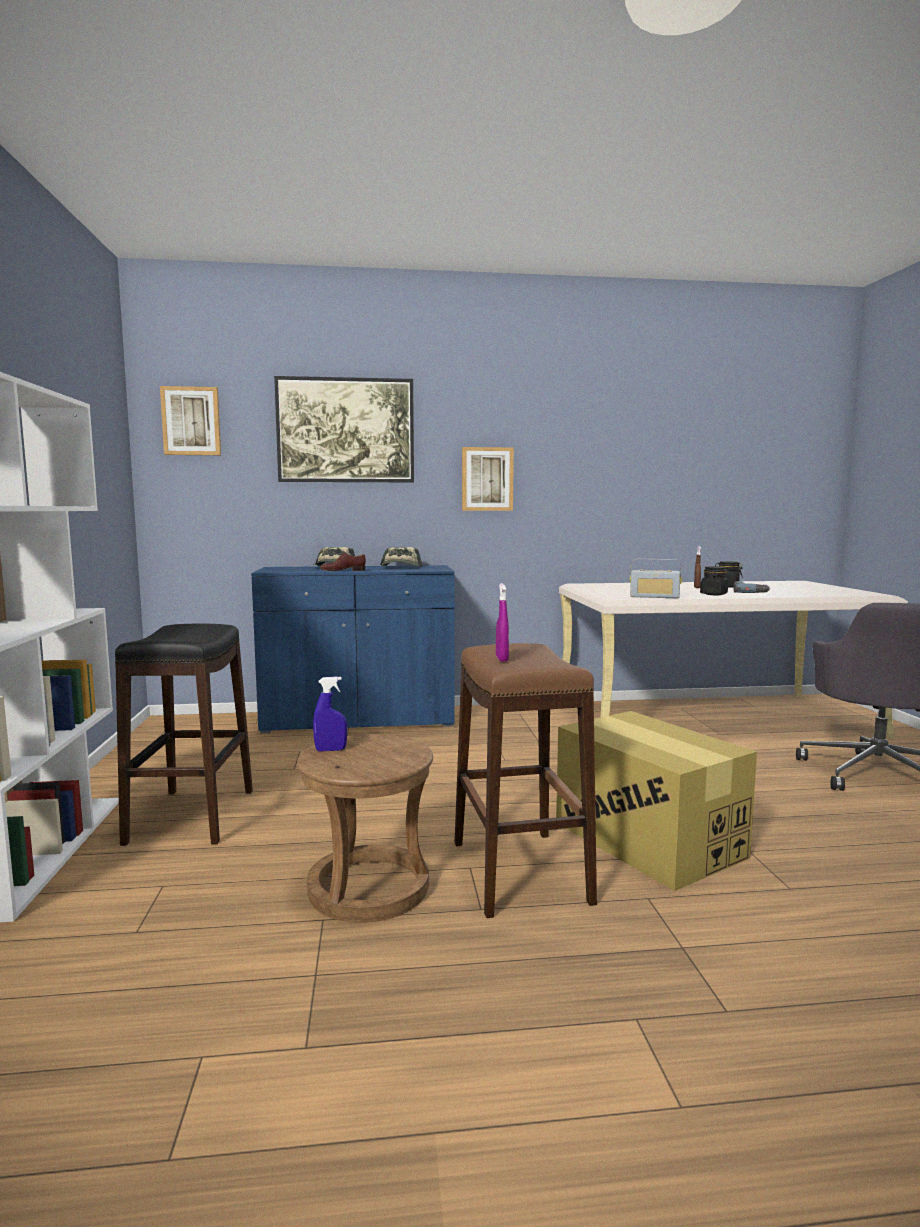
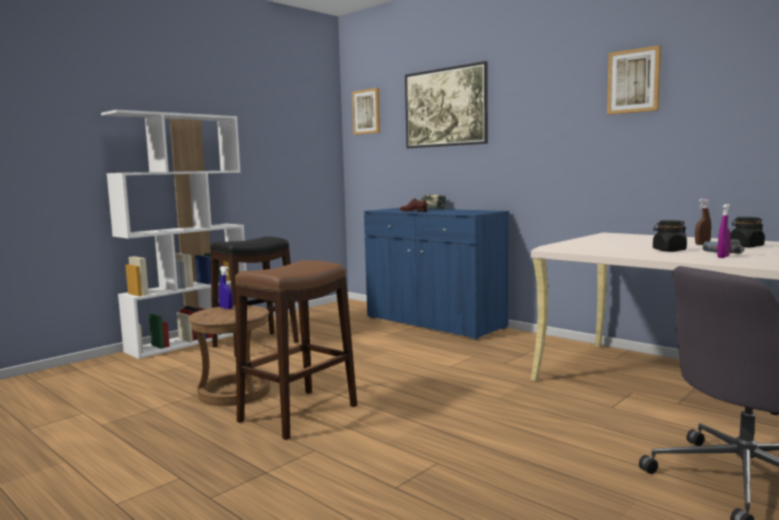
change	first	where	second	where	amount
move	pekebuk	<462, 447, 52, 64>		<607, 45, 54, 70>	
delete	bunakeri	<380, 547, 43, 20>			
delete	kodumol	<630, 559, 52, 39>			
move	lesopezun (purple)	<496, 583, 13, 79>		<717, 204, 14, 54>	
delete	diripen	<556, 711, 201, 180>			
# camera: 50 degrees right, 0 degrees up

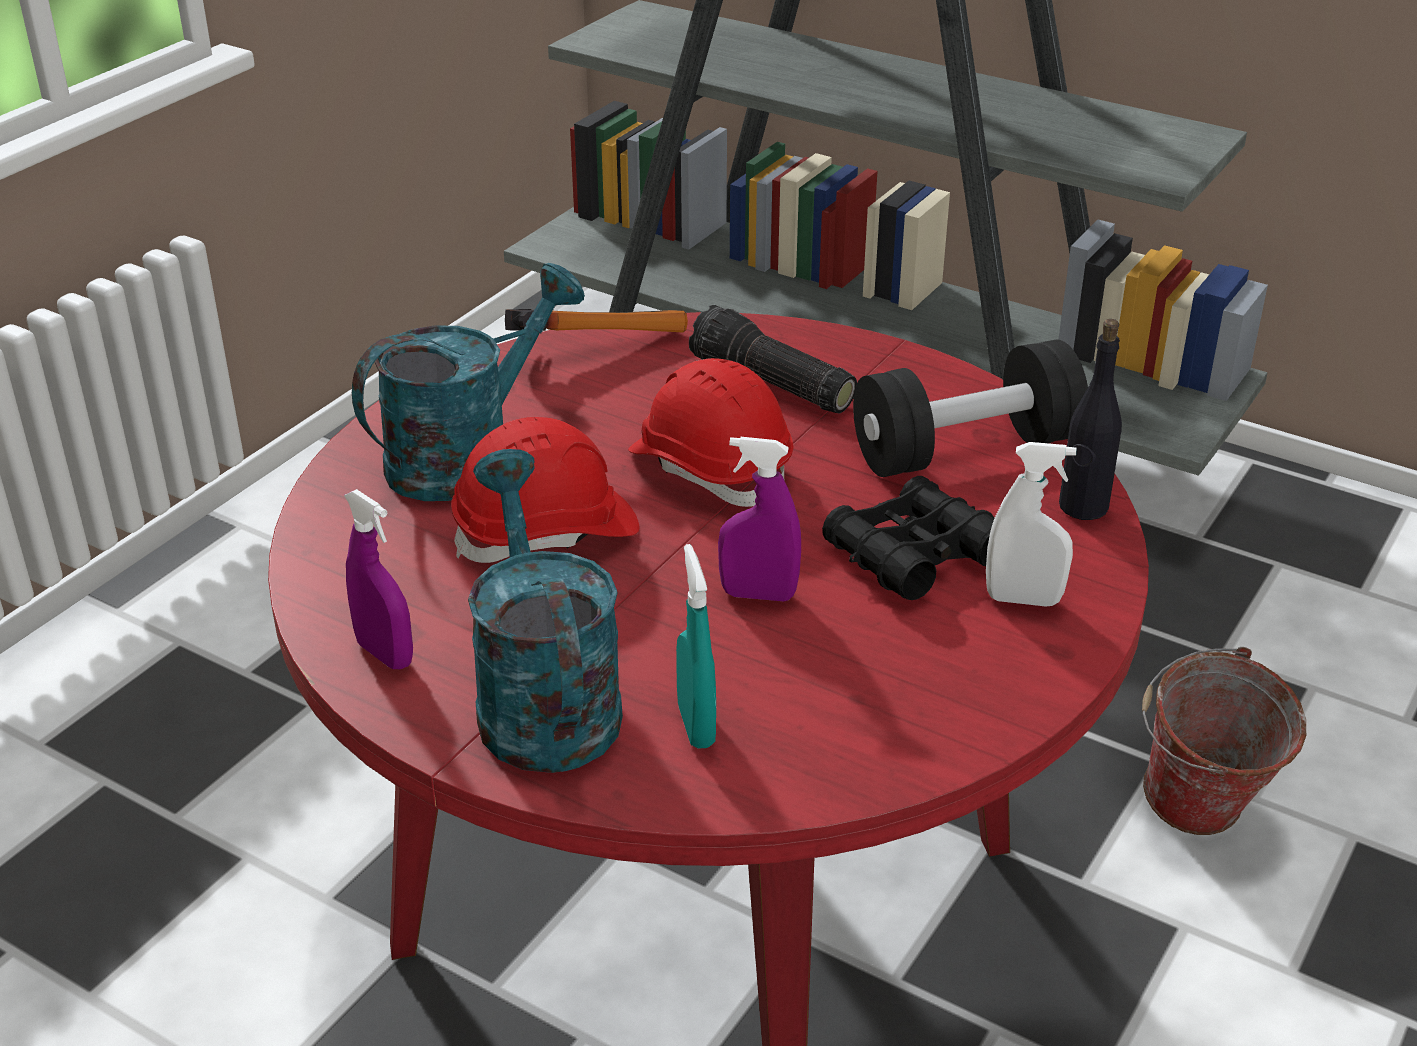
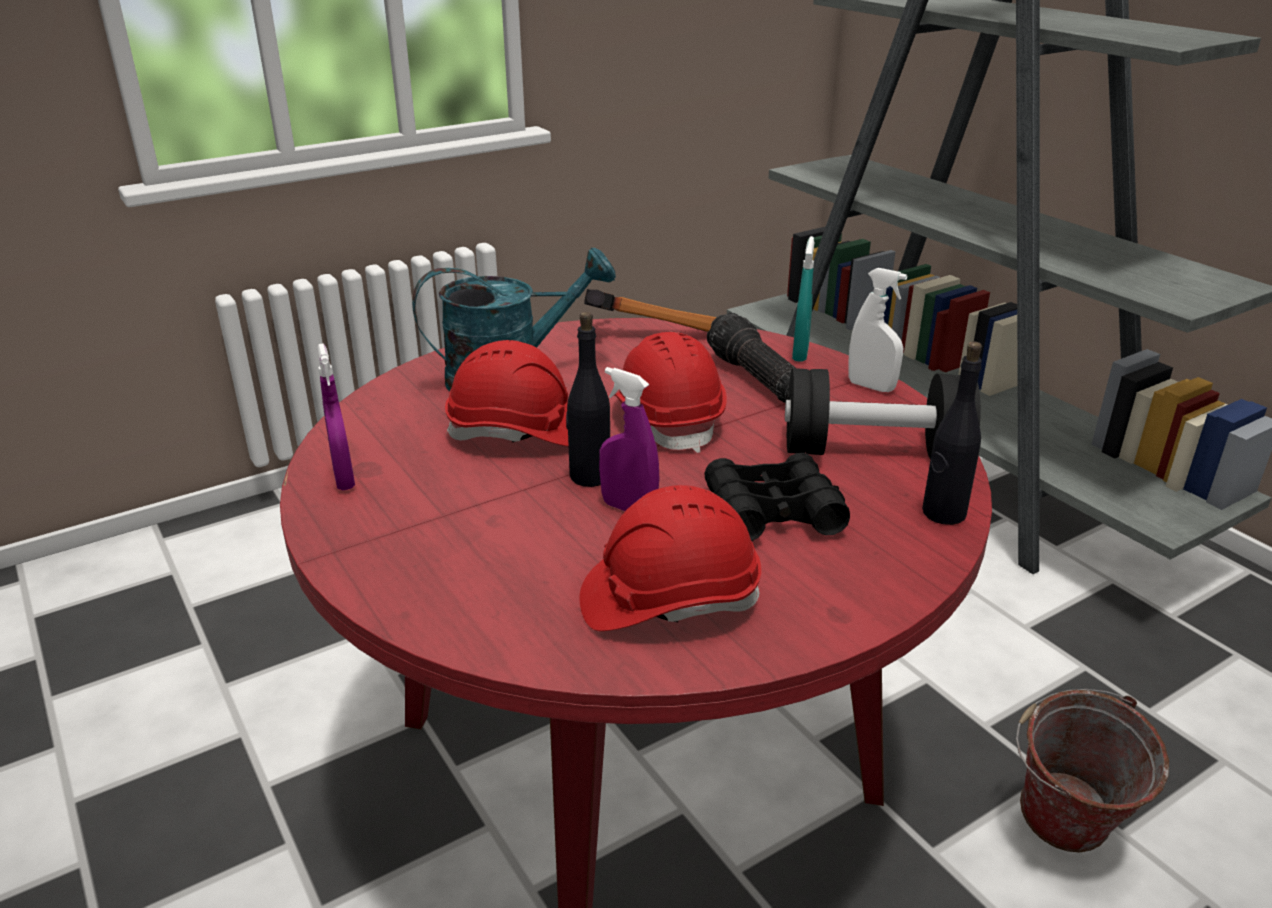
change	first	where	second	where	amount
move	lesopezun (white)	<986, 442, 90, 165>		<848, 268, 59, 124>	
delete	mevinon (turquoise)	<468, 449, 155, 324>			
move	lesopezun (turquoise)	<676, 544, 40, 205>		<792, 236, 23, 126>	
insert			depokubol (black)	<566, 312, 44, 175>	
insert			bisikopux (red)	<579, 485, 182, 146>	
# camera: 25 degrees right, 5 degrees down

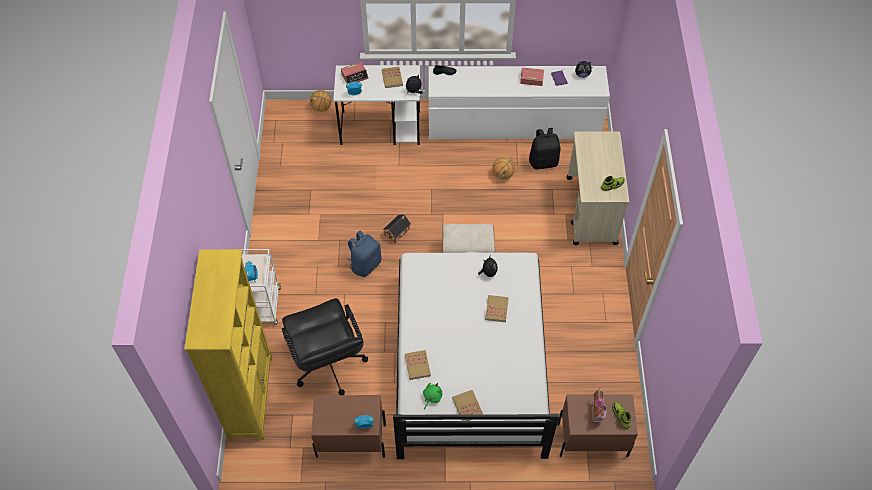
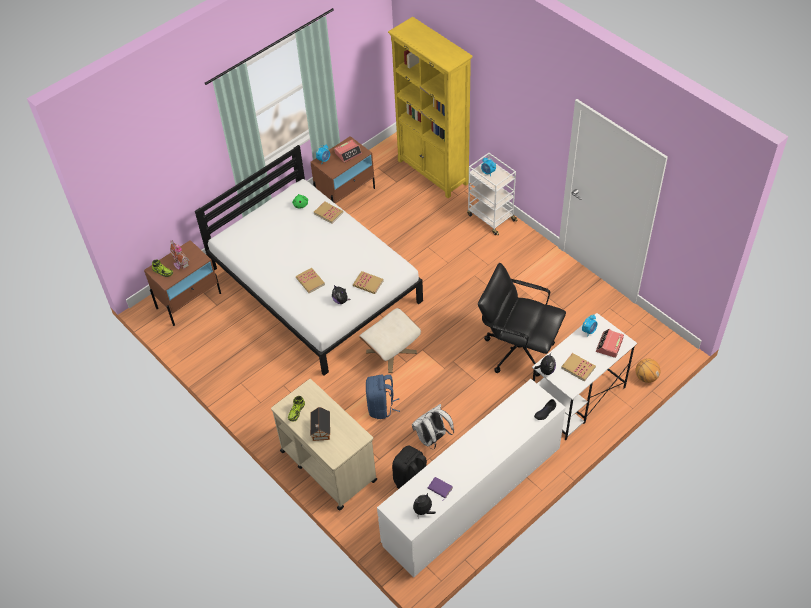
change	first	where	second	where	amount
move	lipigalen	<520, 68, 24, 18>		<334, 140, 28, 23>	
replace	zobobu	<492, 157, 23, 22>	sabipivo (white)	<412, 404, 42, 45>	
move	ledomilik	<383, 214, 28, 29>		<310, 407, 20, 34>	
move	sabipivo (blue)	<347, 231, 35, 46>		<366, 374, 34, 45>	
move	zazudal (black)	<282, 298, 86, 97>		<478, 263, 88, 114>	
move	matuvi	<452, 390, 31, 31>		<353, 271, 31, 23>	
# camera: 140 degrees right, 5 degrees down

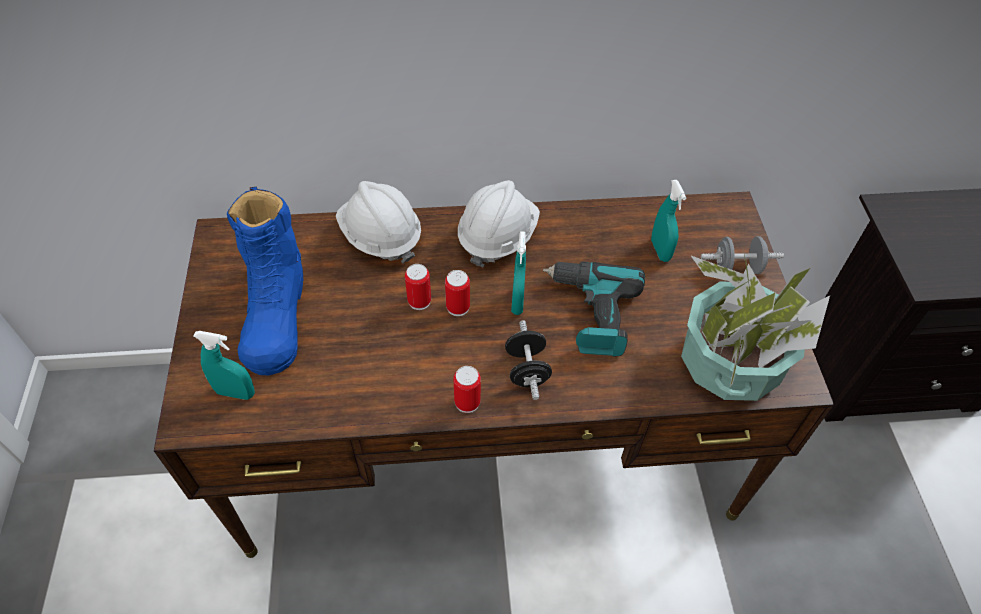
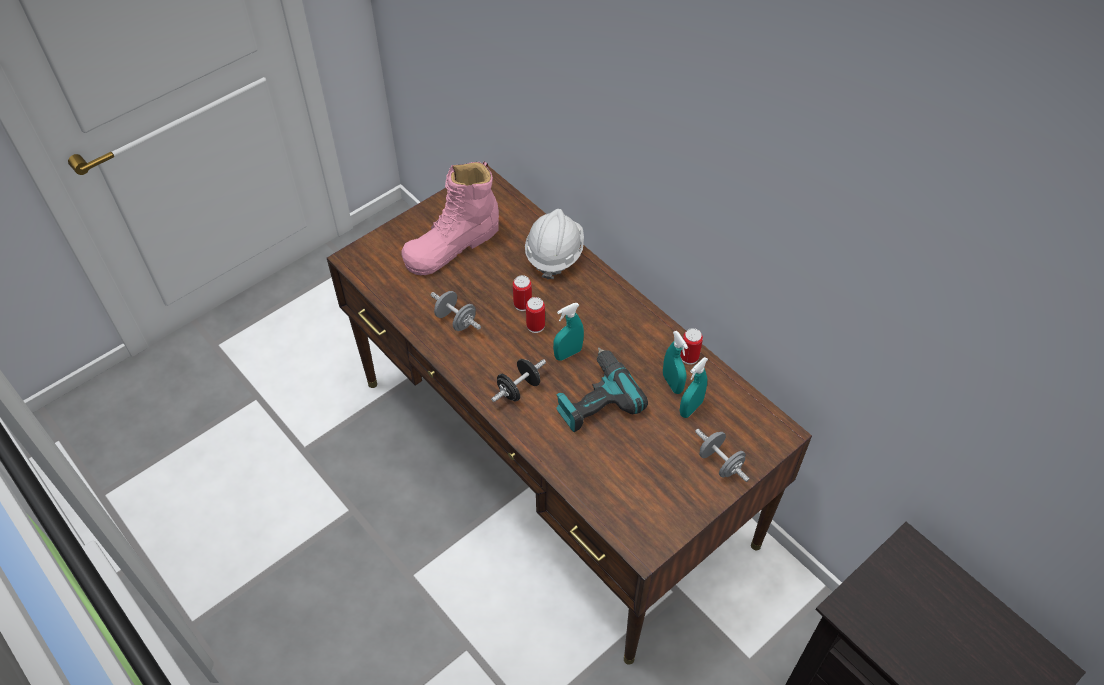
change	first	where	second	where	amount
delete	bisikopux (white)	<458, 180, 82, 87>			
recolor	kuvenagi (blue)	<227, 187, 76, 188>	kuvenagi (pink)	<401, 161, 98, 115>	
delete	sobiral	<681, 254, 149, 147>			
move	lesopezun (turquoise)	<193, 331, 62, 69>		<663, 331, 25, 63>	
move	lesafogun	<453, 366, 28, 47>		<680, 328, 23, 37>	
insert			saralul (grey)	<430, 291, 51, 40>	
# camera: 55 degrees right, 0 degrees up

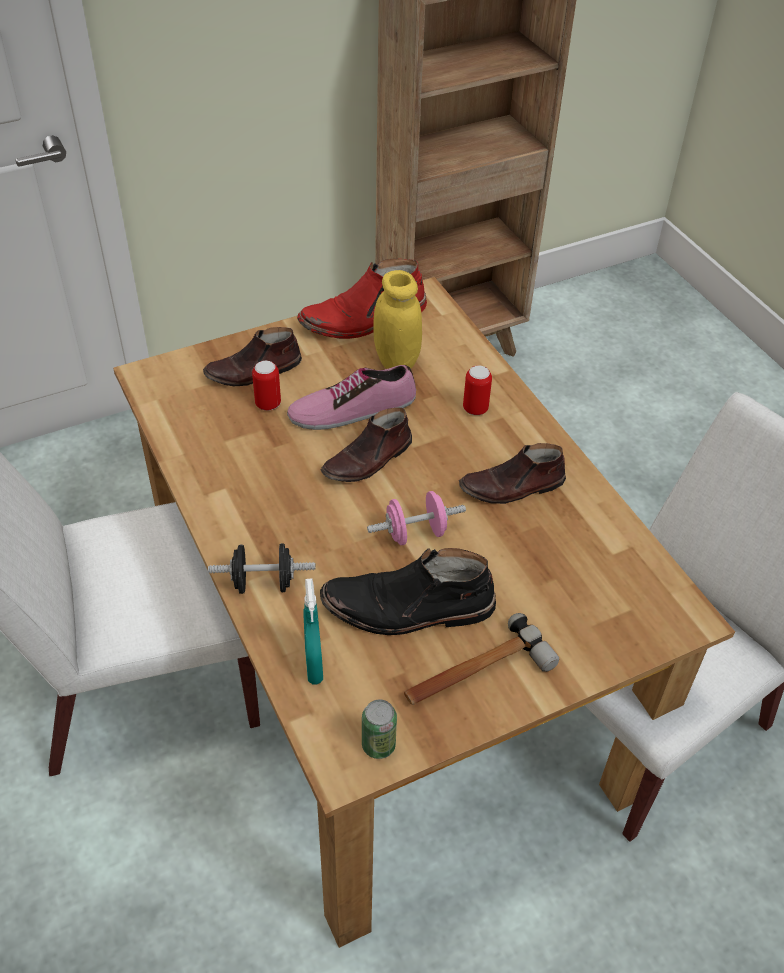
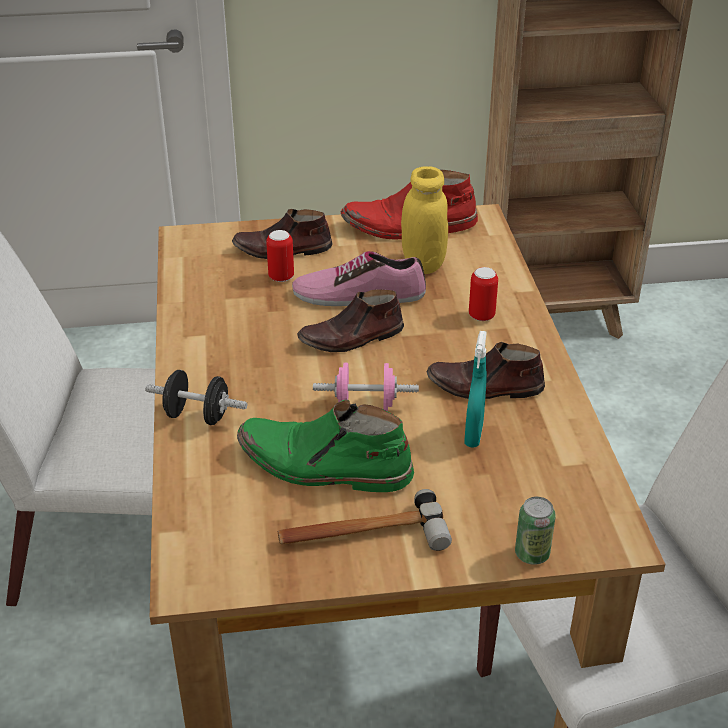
change	first	where	second	where	amount
recolor	kuvenagi (black)	<320, 548, 176, 87>	kuvenagi (green)	<237, 399, 177, 93>	
move	lesopezun (turquoise)	<304, 578, 19, 106>		<464, 331, 23, 117>	
move	lesafogun	<362, 699, 35, 60>		<515, 497, 41, 68>	
# camera: 20 degrees right, 10 degrees down

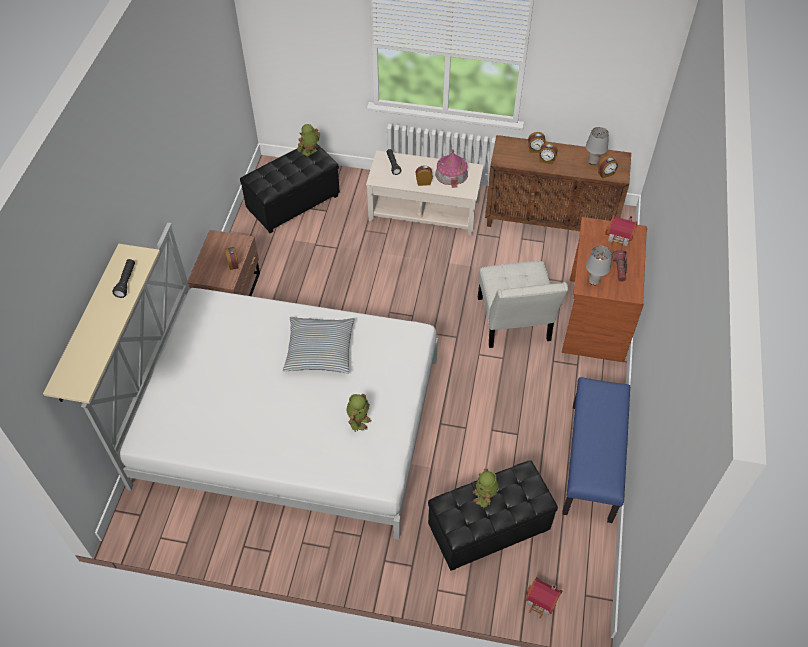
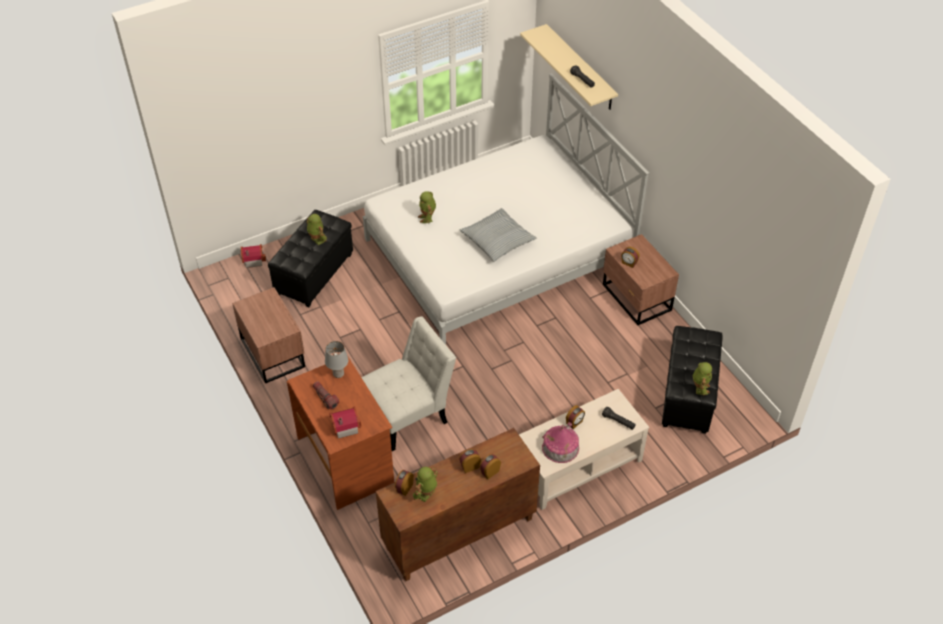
change	first	where	second	where	amount
replace	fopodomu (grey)	<586, 127, 23, 38>	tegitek	<413, 467, 25, 35>	
rotate	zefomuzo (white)	<478, 261, 90, 87>		<361, 316, 95, 135>	105 degrees clockwise
replace	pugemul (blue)	<562, 377, 68, 146>	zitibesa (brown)	<232, 287, 73, 97>	
# camera: 140 degrees right, 5 degrees down

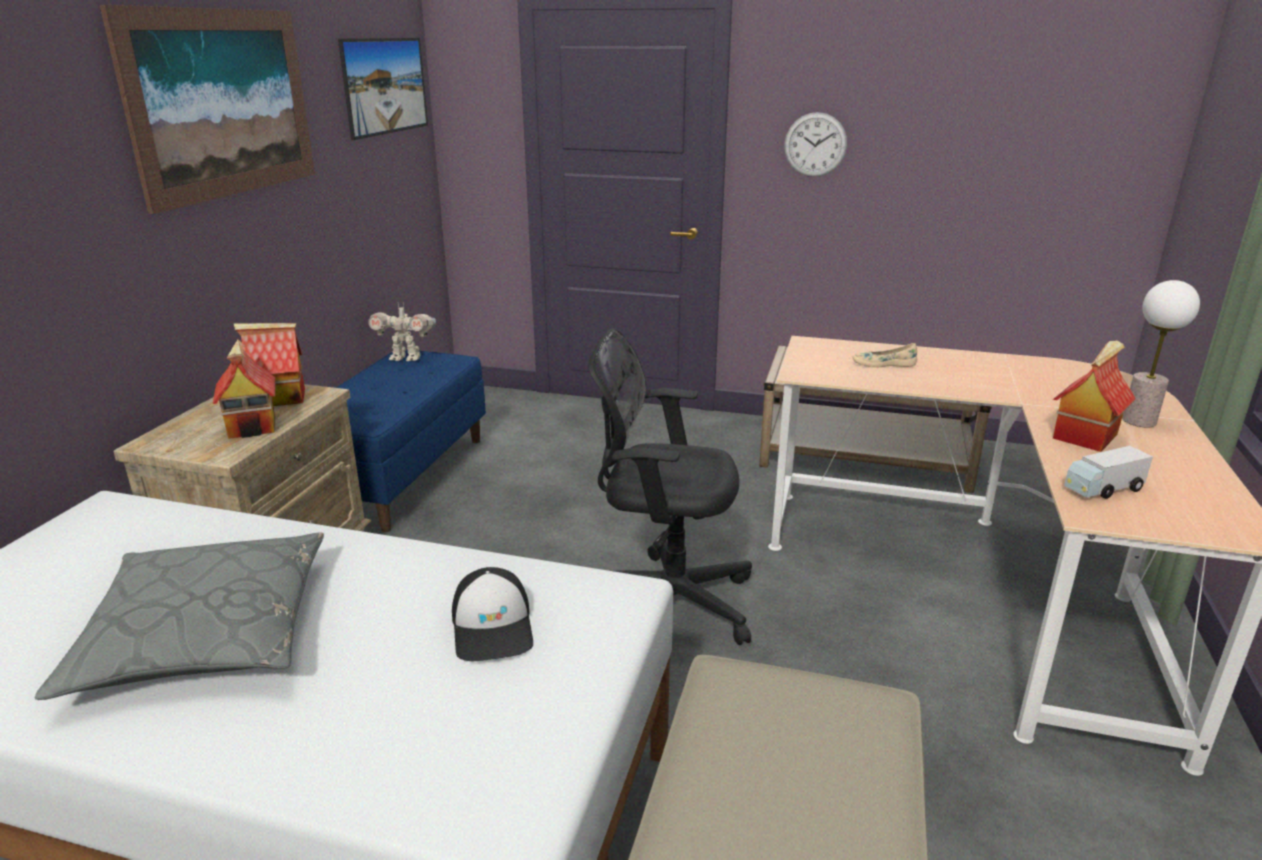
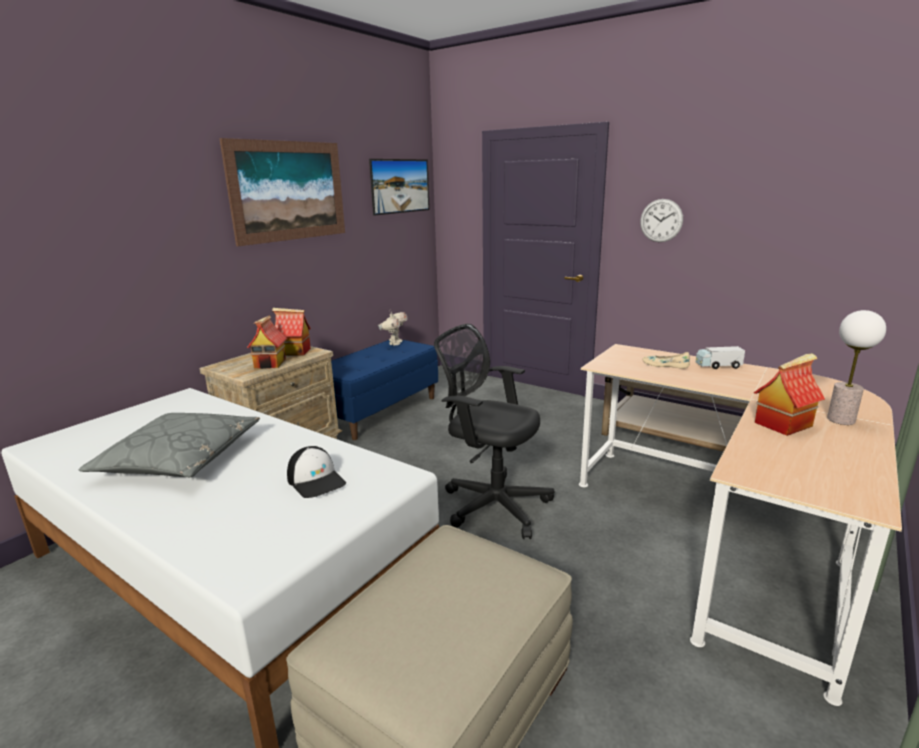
change	first	where	second	where	amount
rotate	tegitek	<368, 304, 68, 57>		<378, 312, 29, 33>	105 degrees counterclockwise
move	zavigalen	<1064, 446, 89, 53>		<696, 346, 49, 23>	
rotate	bunakeri	<452, 567, 81, 94>		<287, 446, 59, 52>	45 degrees counterclockwise
# camera: 20 degrees right, 5 degrees down

